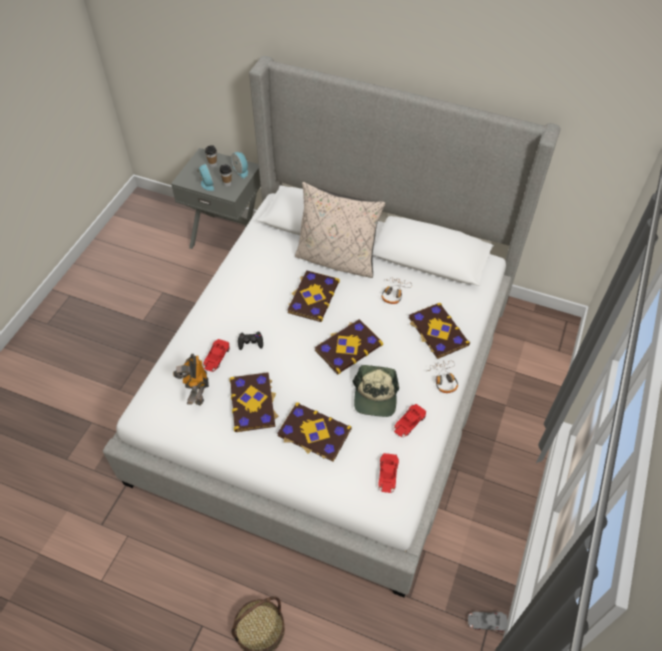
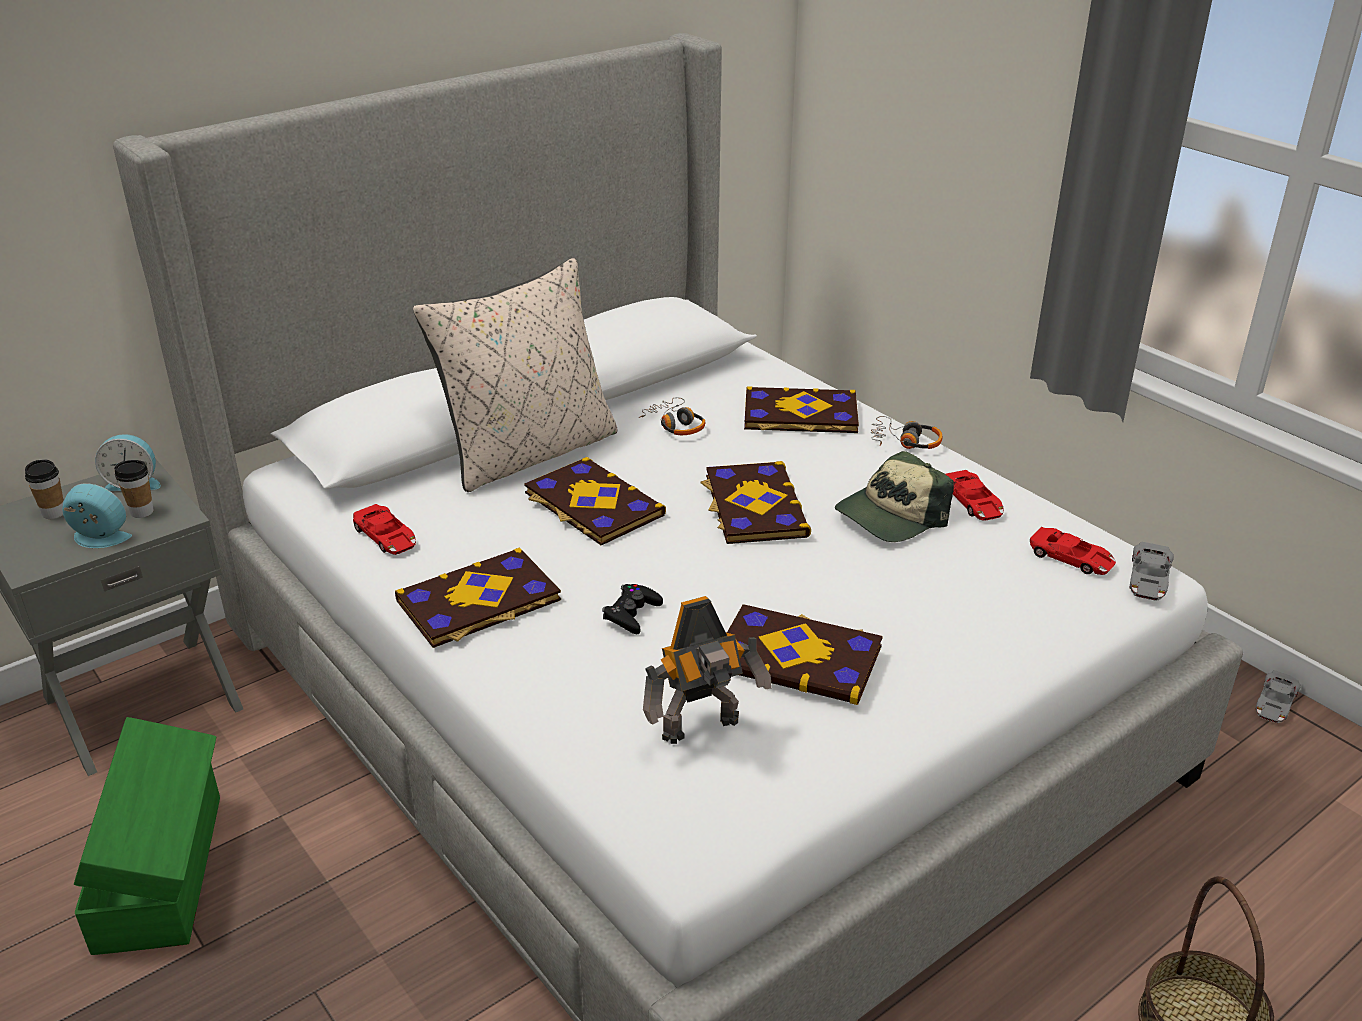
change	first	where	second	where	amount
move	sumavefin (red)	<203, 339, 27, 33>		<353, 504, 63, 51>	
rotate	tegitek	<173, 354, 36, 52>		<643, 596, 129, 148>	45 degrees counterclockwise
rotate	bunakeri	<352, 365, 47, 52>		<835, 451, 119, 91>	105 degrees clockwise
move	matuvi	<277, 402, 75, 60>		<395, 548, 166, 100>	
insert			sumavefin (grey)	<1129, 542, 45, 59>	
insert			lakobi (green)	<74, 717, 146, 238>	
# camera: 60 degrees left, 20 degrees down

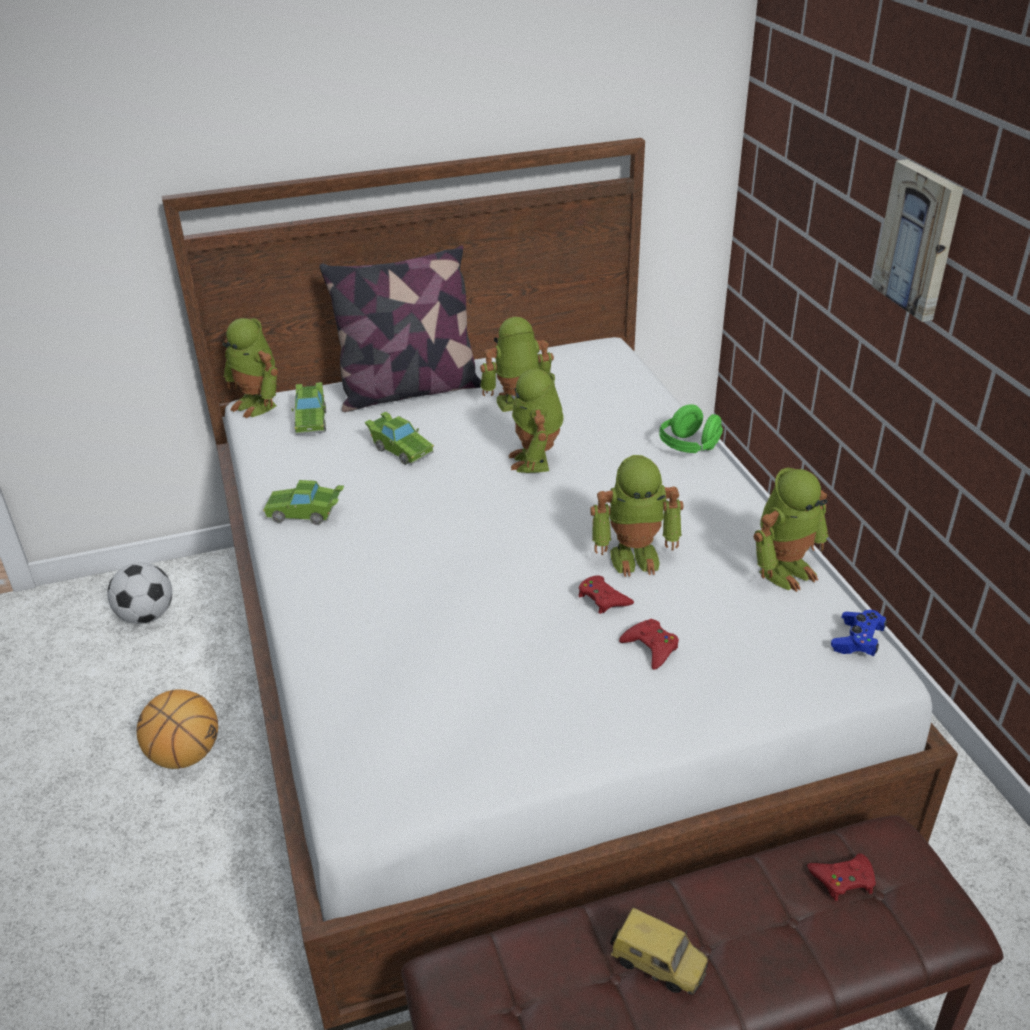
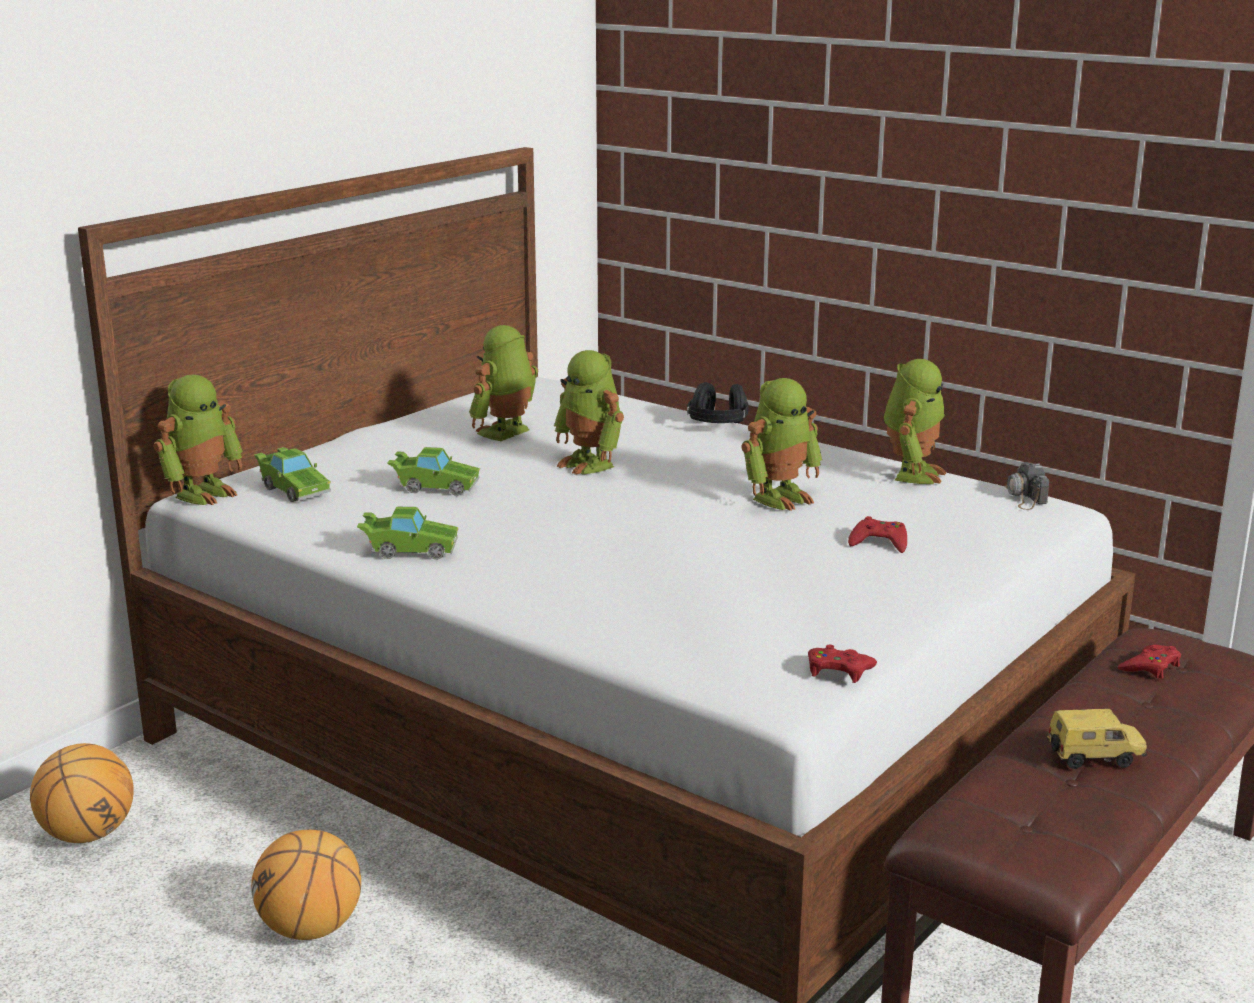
change	first	where	second	where	amount
delete	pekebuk	<872, 159, 91, 163>			
delete	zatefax	<319, 245, 162, 167>			
rotate	tegitek	<222, 318, 56, 100>		<153, 375, 90, 130>	60 degrees counterclockwise
recolor	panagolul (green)	<659, 405, 64, 48>	panagolul (black)	<687, 382, 61, 41>	
rotate	sumavefin (green)	<263, 480, 81, 45>		<357, 507, 102, 53>	150 degrees counterclockwise
replace	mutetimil	<108, 562, 64, 62>	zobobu	<30, 743, 104, 100>	
move	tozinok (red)	<578, 575, 56, 39>		<808, 645, 69, 38>	
replace	tozinok (blue)	<831, 610, 56, 46>	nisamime	<1005, 462, 44, 48>	
# camera: 35 degrees left, 15 degrees down

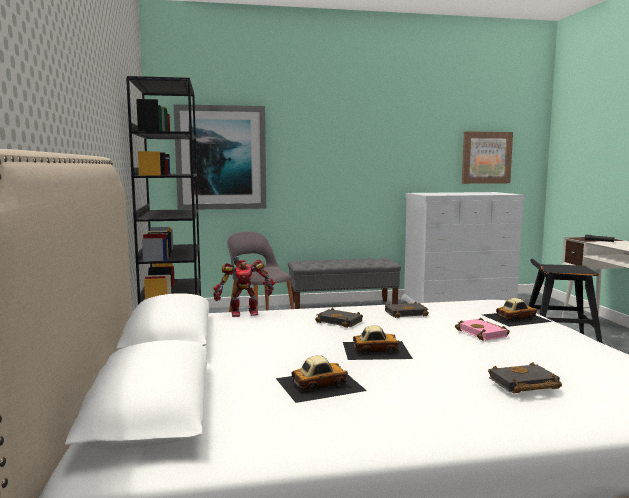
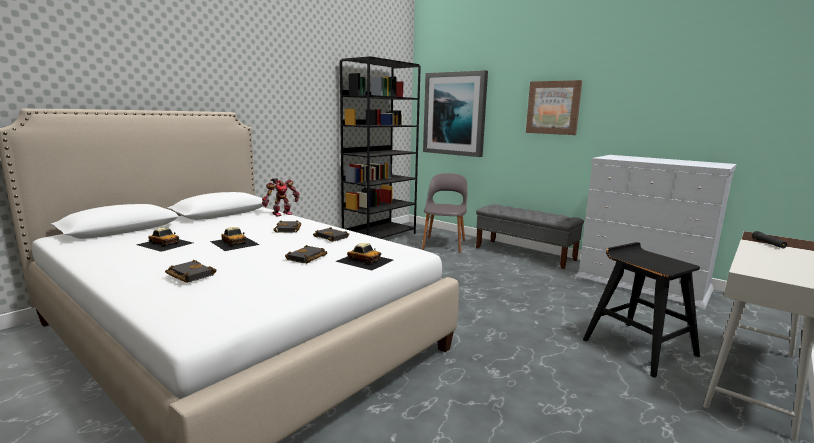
change	first	where	second	where	amount
move	pekebuk	<462, 131, 51, 53>		<526, 80, 56, 55>	
rotate	tegitek	<213, 256, 62, 61>		<262, 178, 38, 38>	75 degrees counterclockwise
recolor	matuvi (pink)	<455, 318, 55, 23>	matuvi (black)	<285, 245, 42, 19>	
# camera: 50 degrees right, 5 degrees up

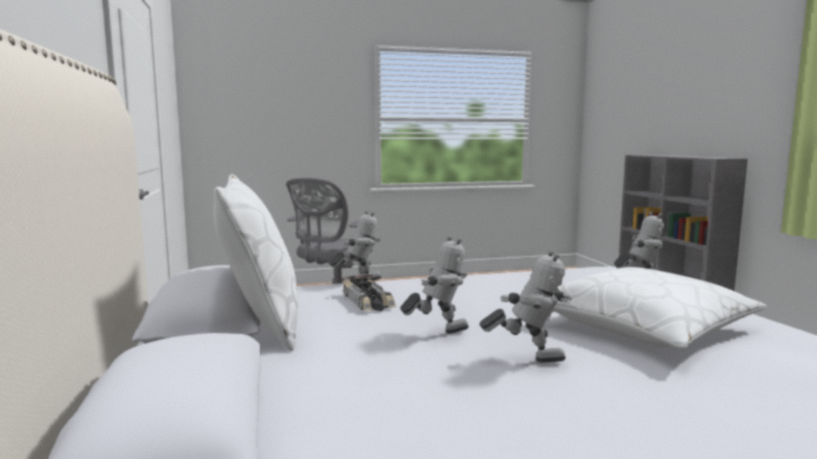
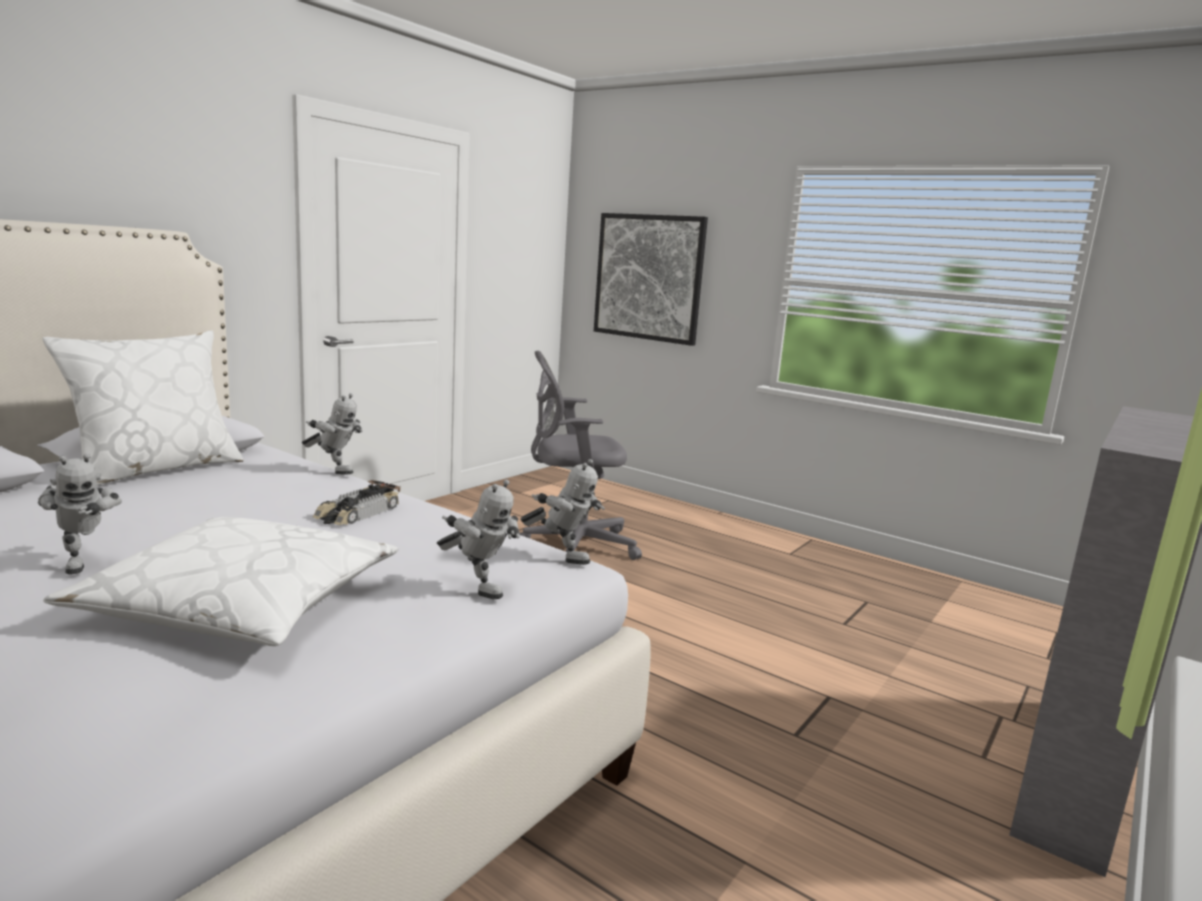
change	first	where	second	where	amount
move	tegitek	<400, 235, 69, 99>		<520, 459, 85, 106>	
move	sumavefin	<342, 274, 54, 38>		<313, 480, 88, 45>	
insert			pekebuk	<594, 213, 114, 133>	
# camera: 50 degrees right, 5 degrees up

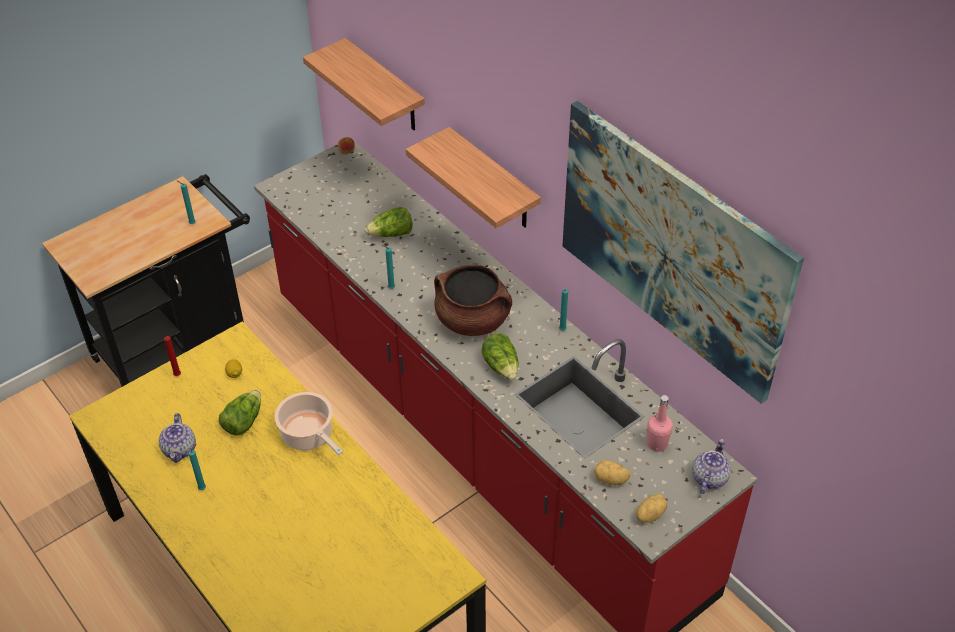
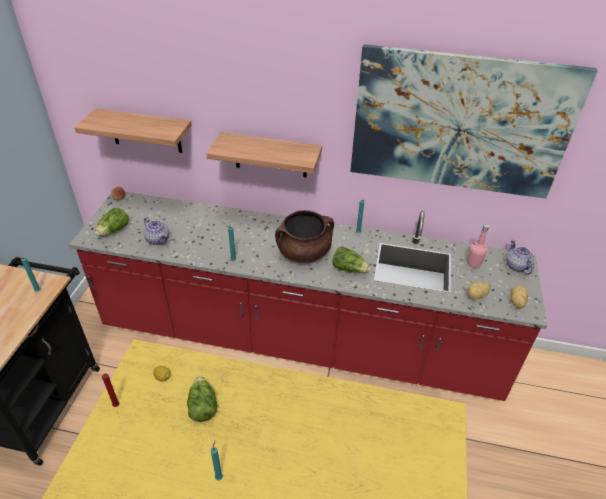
change	first	where	second	where	amount
move	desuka	<365, 207, 47, 30>		<95, 208, 34, 28>	
delete	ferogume	<274, 392, 69, 63>			
move	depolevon	<159, 413, 37, 50>		<144, 218, 25, 27>	
# camera: 40 degrees left, 5 degrees down

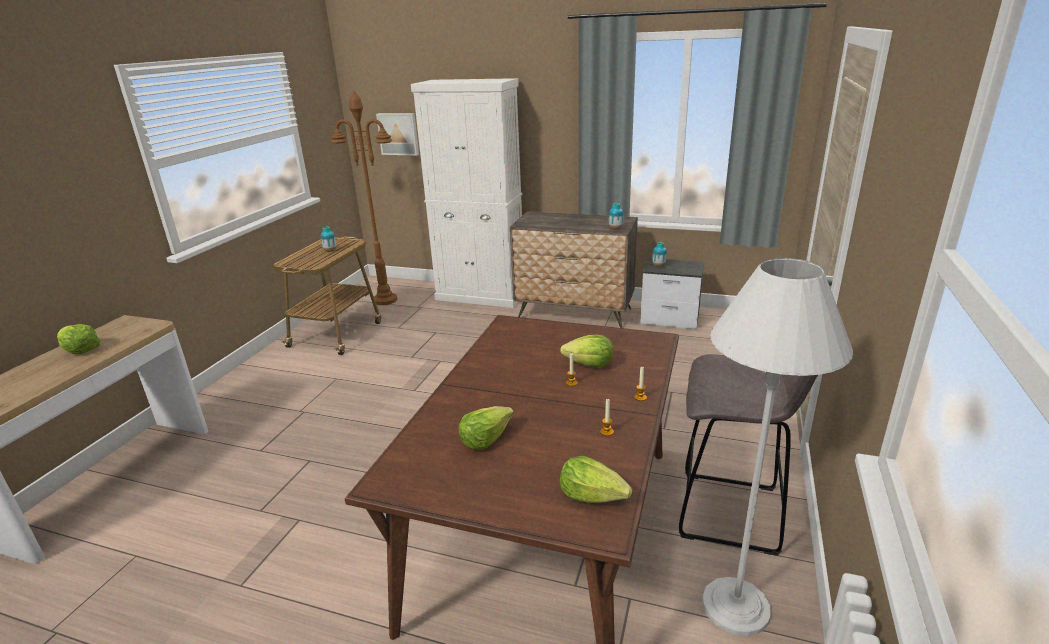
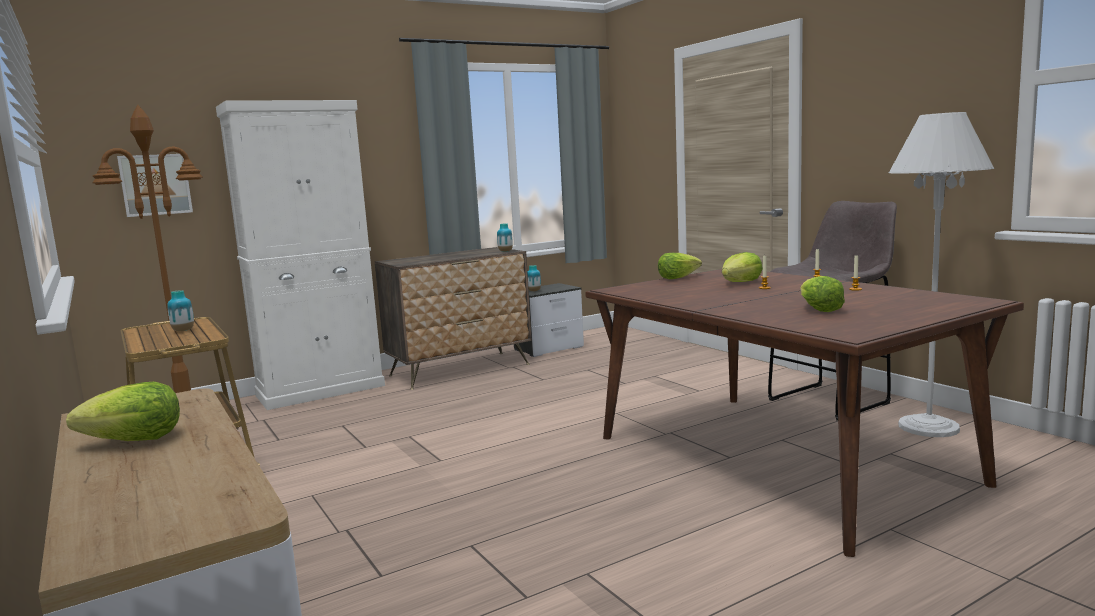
change	first	where	second	where	amount
move	desuka	<560, 456, 72, 47>		<658, 253, 44, 26>	
# camera: 50 degrees left, 15 degrees down

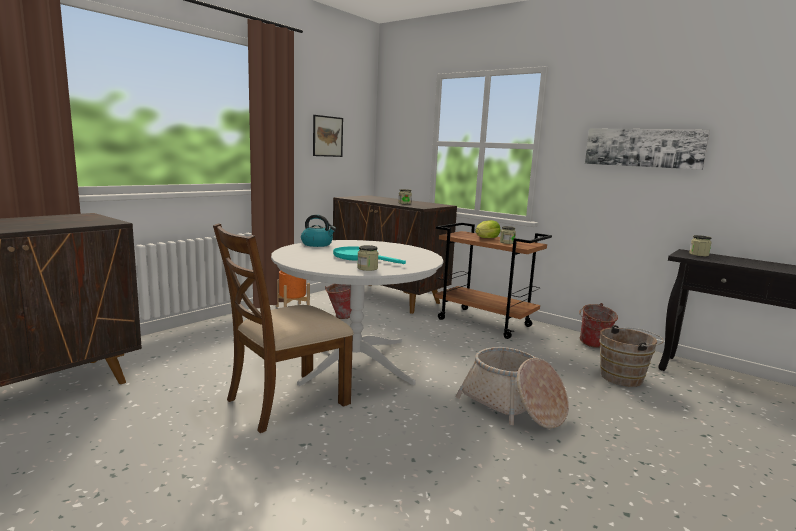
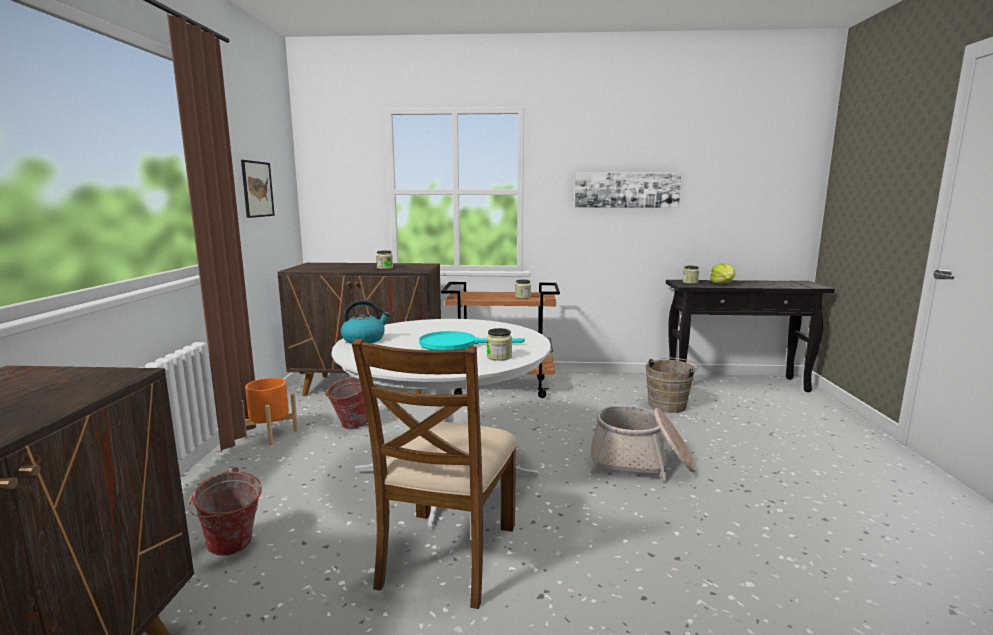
change	first	where	second	where	amount
move	desuka	<475, 220, 26, 18>		<710, 264, 25, 20>	
move	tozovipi	<579, 303, 39, 45>		<188, 467, 74, 89>	
# camera: 35 degrees left, 0 degrees up

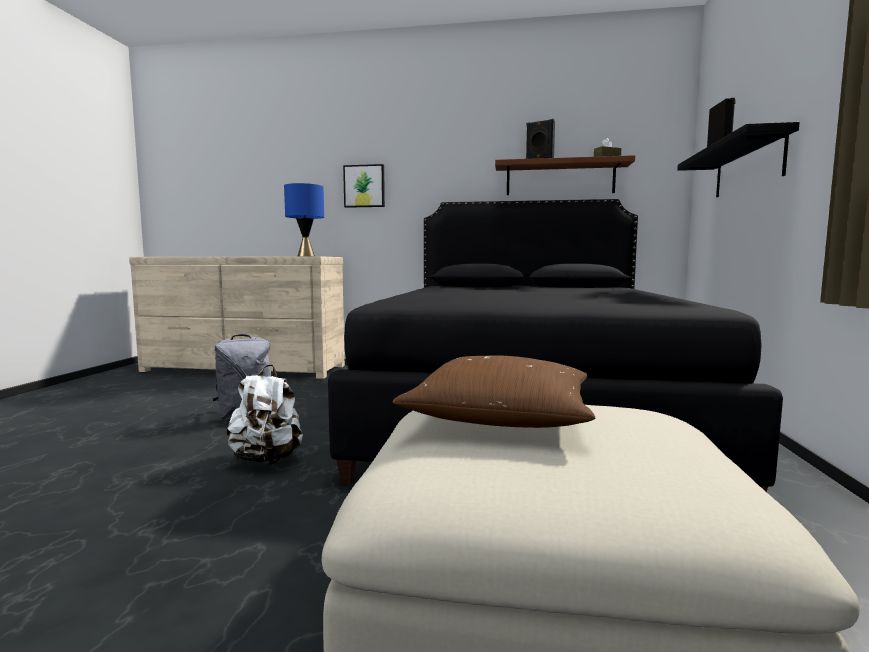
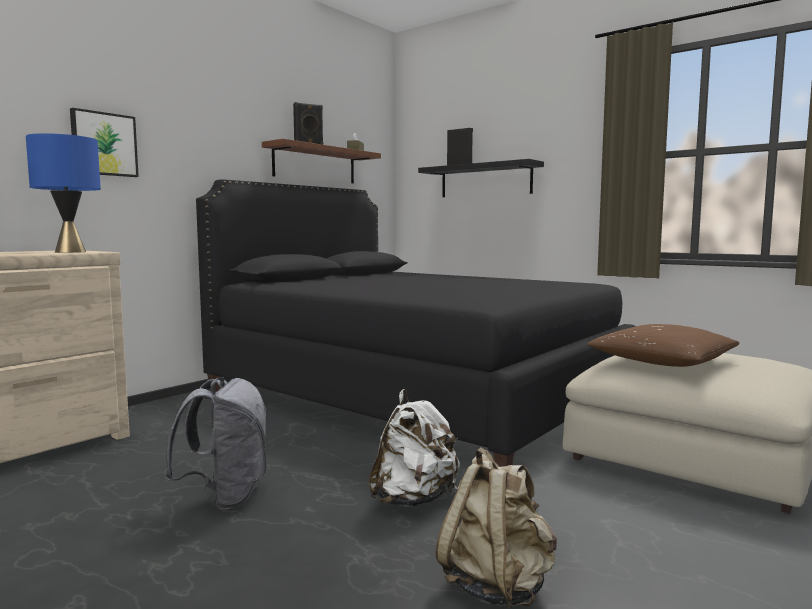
change	first	where	second	where	amount
insert			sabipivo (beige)	<436, 447, 121, 161>	
# camera: 60 degrees left, 0 degrees up

